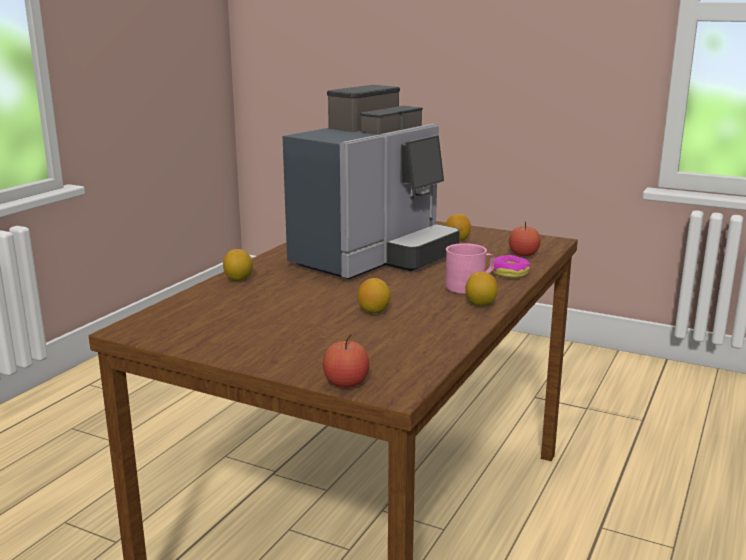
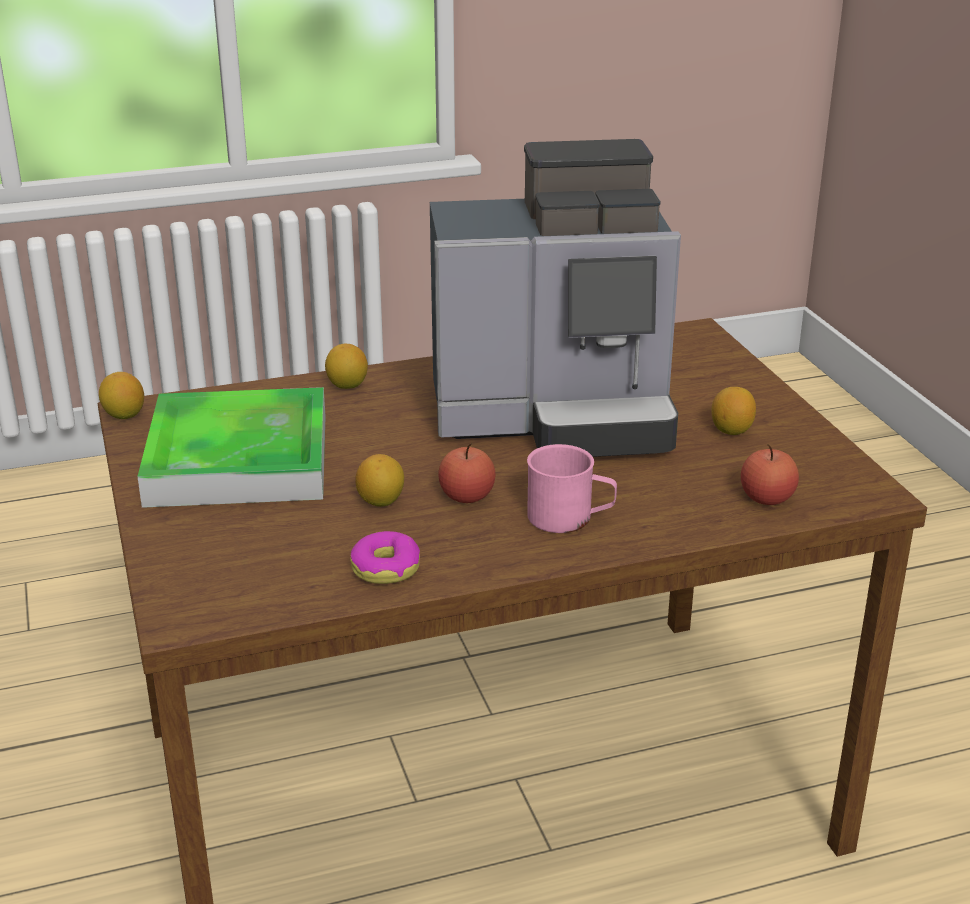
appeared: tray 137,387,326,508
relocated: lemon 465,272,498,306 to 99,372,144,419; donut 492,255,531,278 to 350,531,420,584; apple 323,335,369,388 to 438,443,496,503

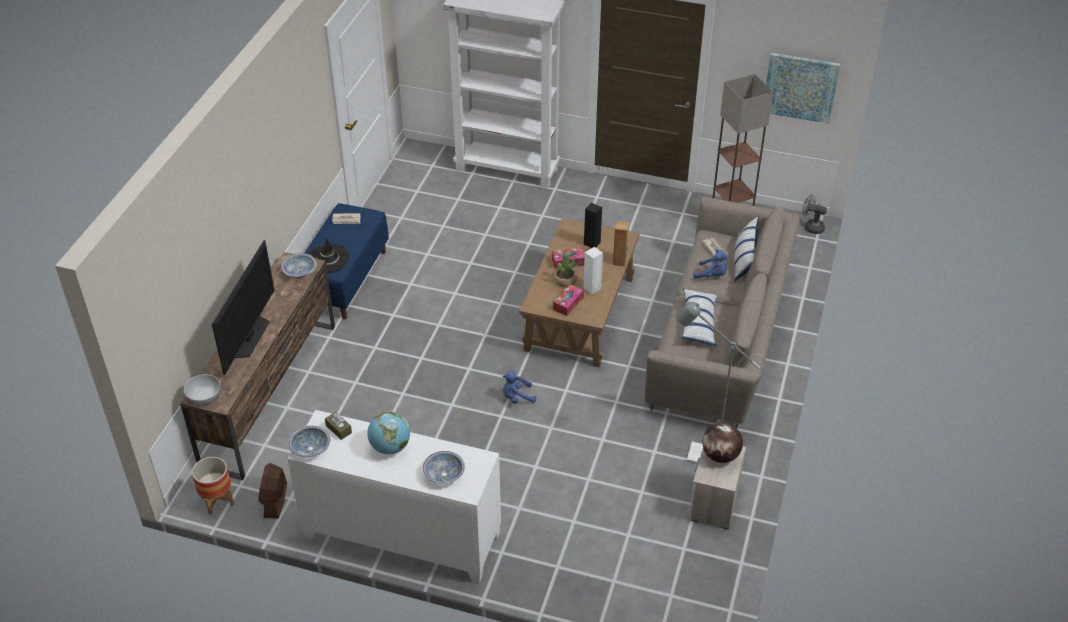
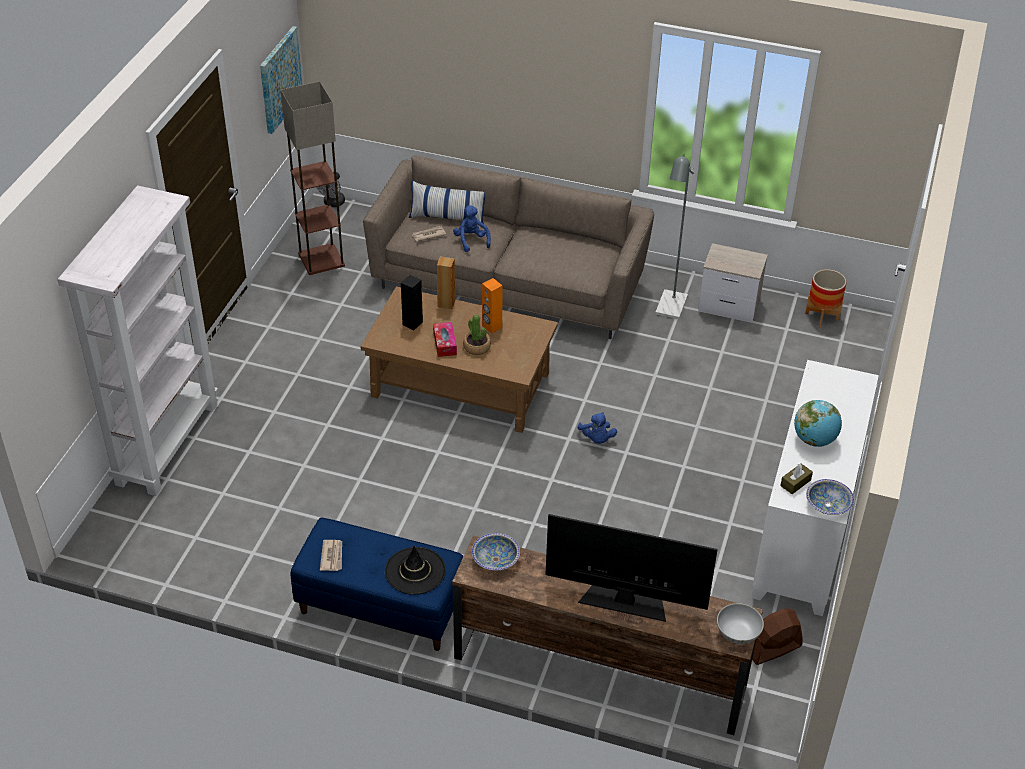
missing: bowl 422,451,465,484; tissue box 553,284,584,316; pillow 681,288,717,346; globe 703,422,743,463
relocated: planter 192,457,234,515 to 805,269,846,327
colour: white speaker 583,247,603,295 to orange speaker 482,278,502,334
spun: blue plush toy 693,249,728,279 = 453,205,491,252 45 degrees counterclockwise; brown fan 258,463,287,519 = 752,609,803,665 150 degrees clockwise

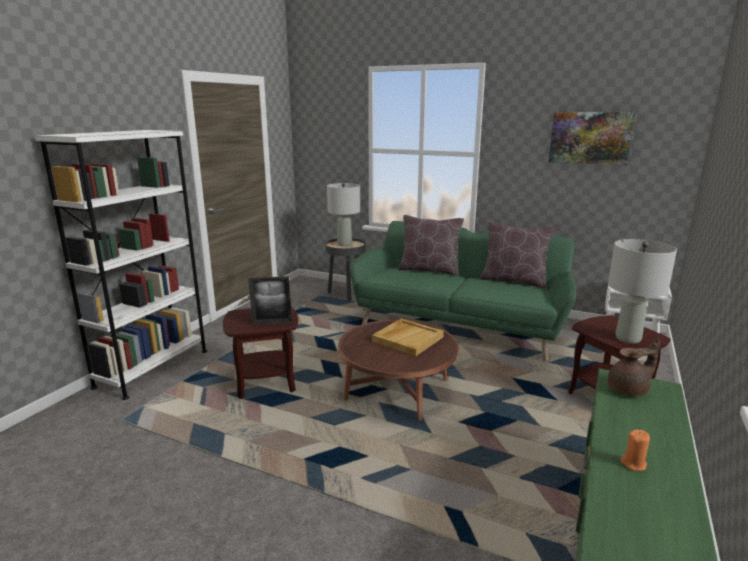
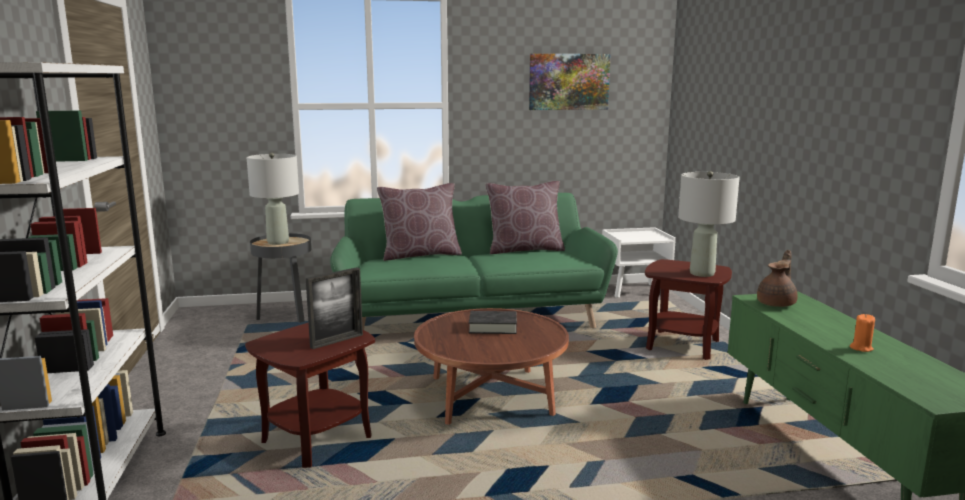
exchanged: beige tray 372,319,444,356 to black book 469,311,517,334

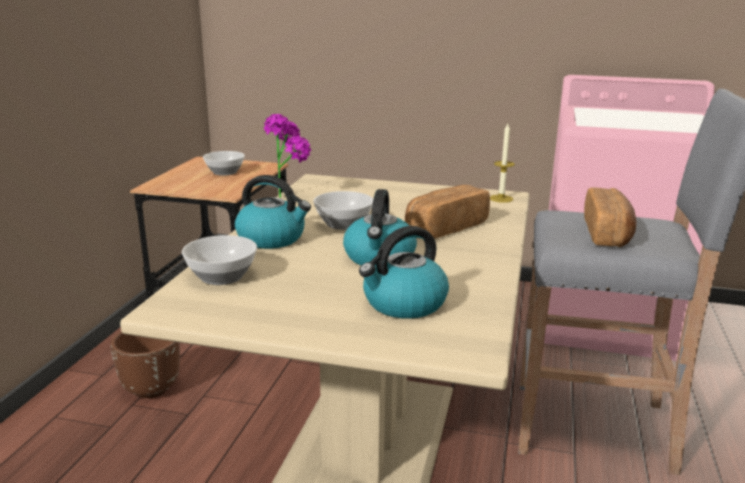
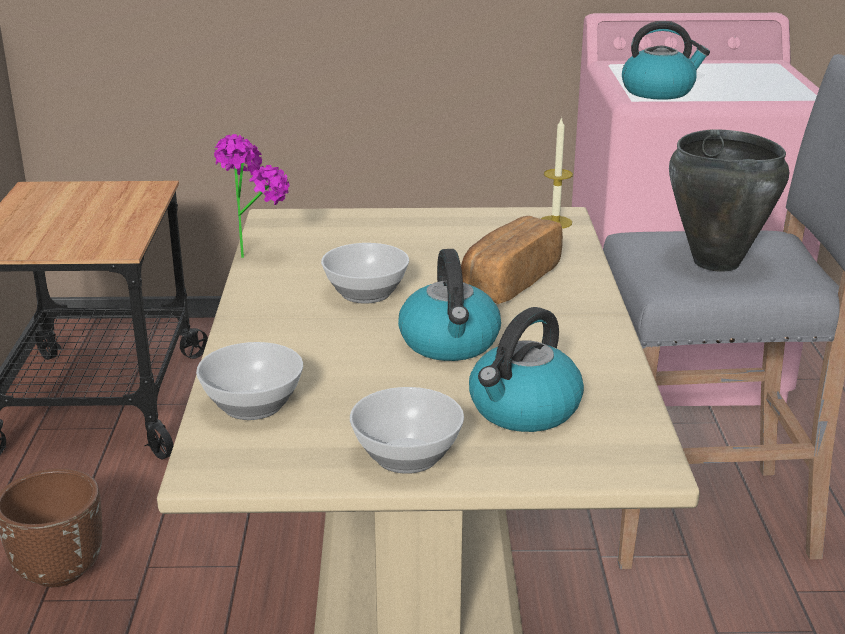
relocated: bowl 203,151,245,176 to 350,387,464,474; kettle 235,175,311,249 to 622,21,710,100
exchanged: bread 584,187,636,247 to black cooking pot 669,129,789,272

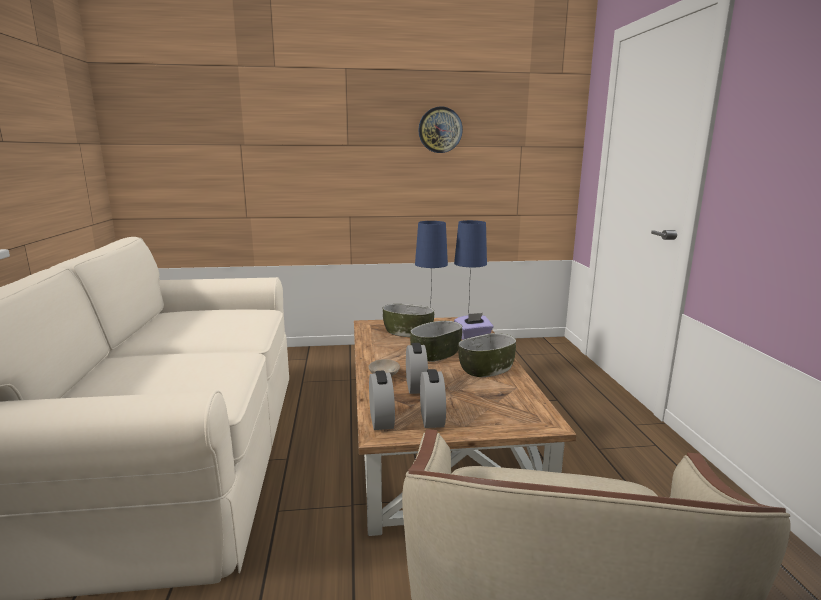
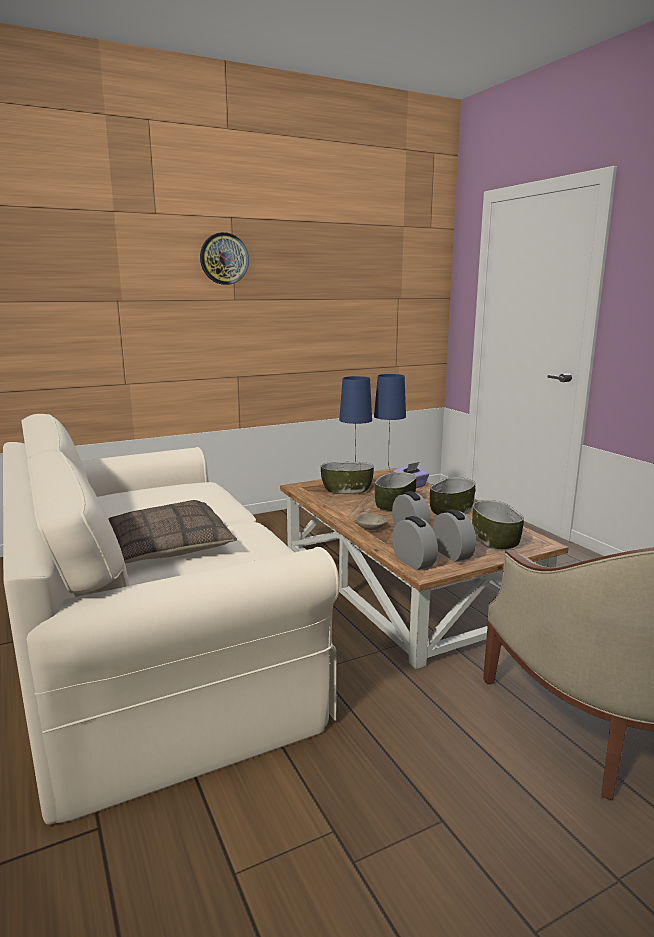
appeared: pillow 108,500,237,563; bowl 472,500,524,549
relocated: wall clock 418,107,463,153 to 200,232,249,285

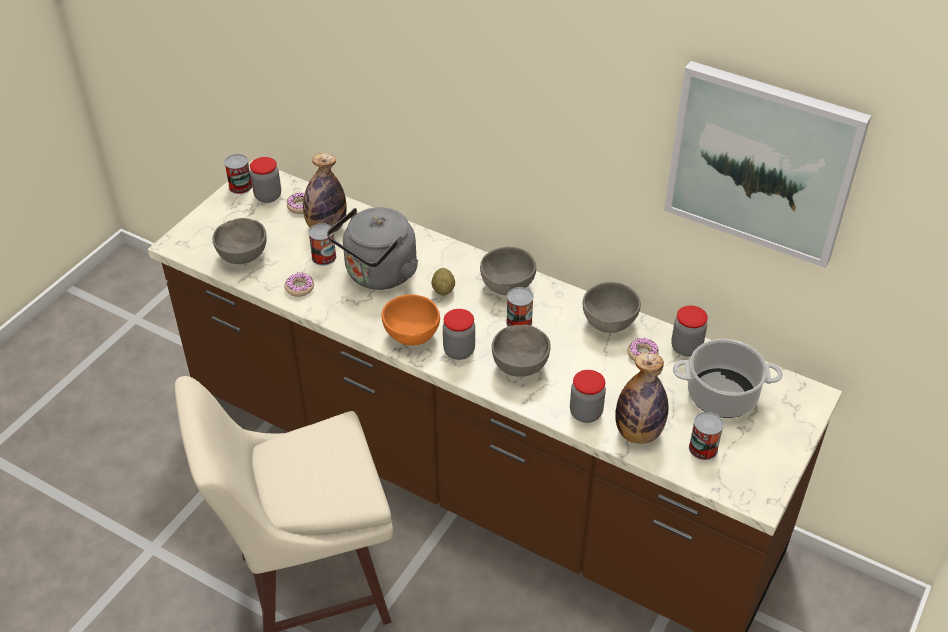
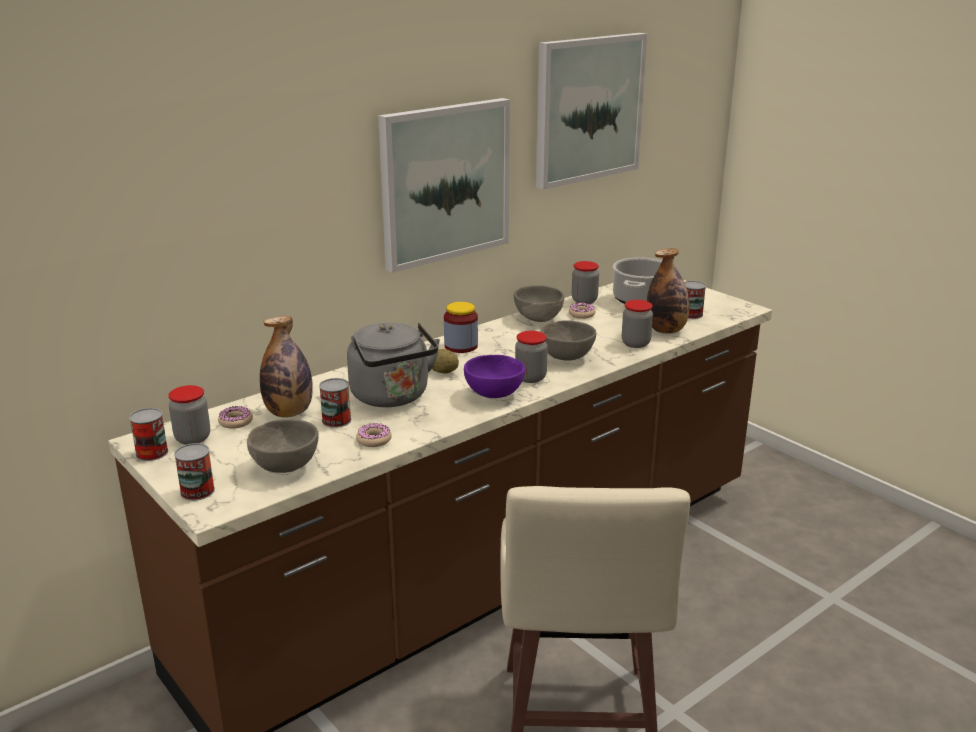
appeared: picture 378,98,510,273
relocated: can 506,287,534,327 to 174,443,215,501
exchanged: grey bowl 480,247,536,295 to jar 444,302,478,353
colour: orange bowl 382,294,440,345 to purple bowl 464,355,525,398

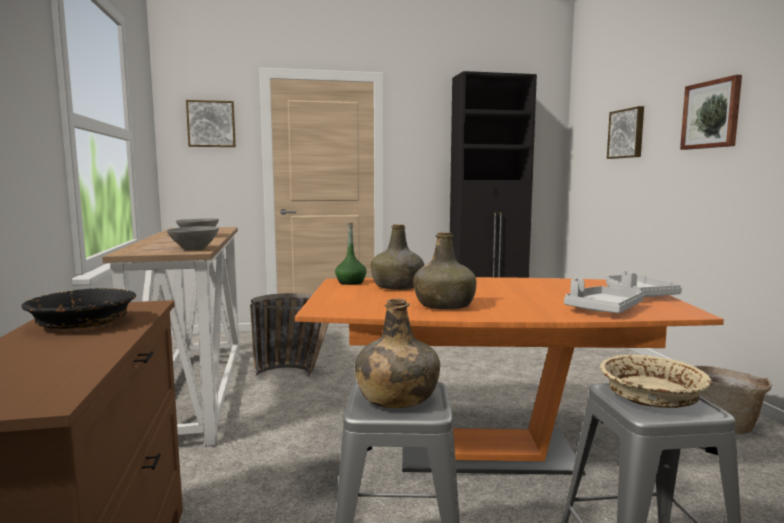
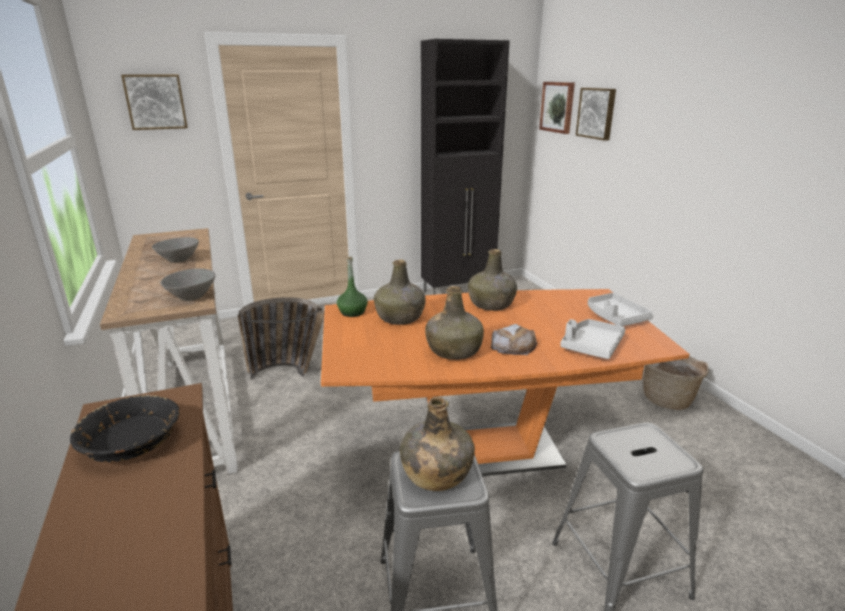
missing: beige bowl 600,354,712,408
appeared: green bottle 468,249,517,311; bread 491,324,538,355
relocated: picture 680,75,742,150 to 539,82,575,134

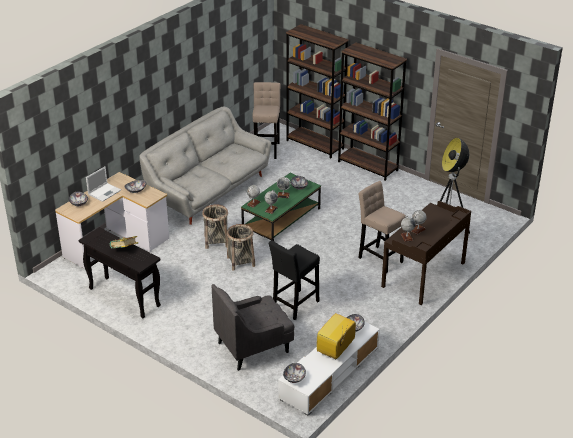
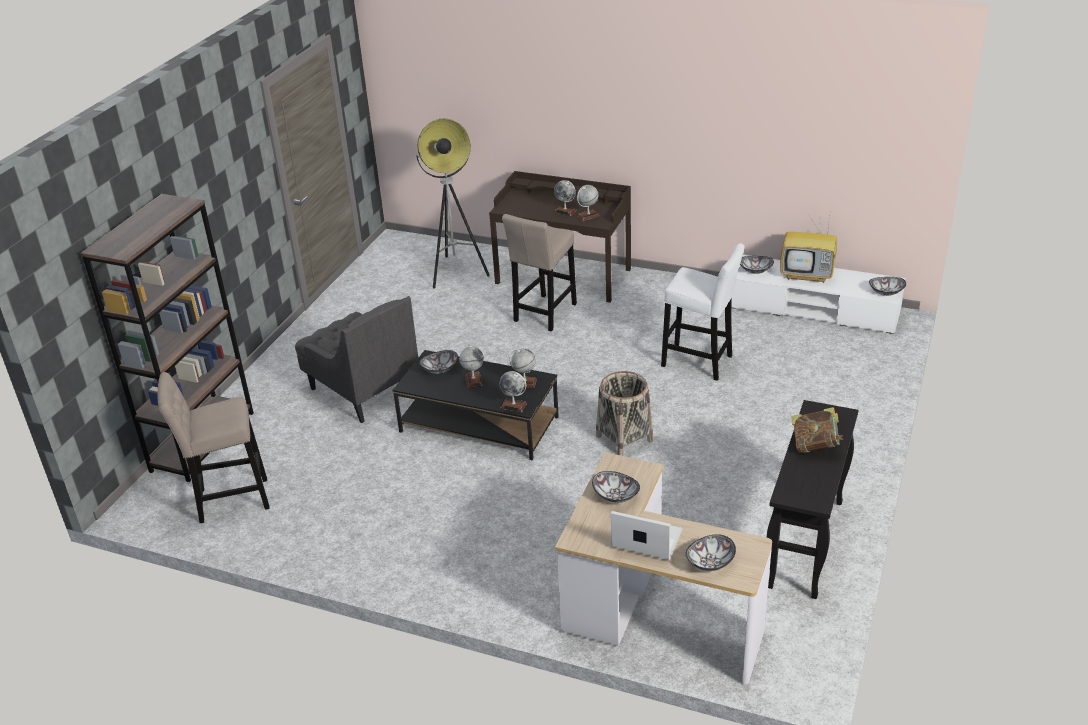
missing: grey sofa 139,107,271,225; basket 202,205,228,249; brown bookcase 338,42,407,181
relocated: grey armchair 212,284,294,371 to 295,296,418,423
colour: green coffee table 241,173,321,241 to black coffee table 392,350,559,461; black stool 269,240,320,320 to white stool 661,243,745,381

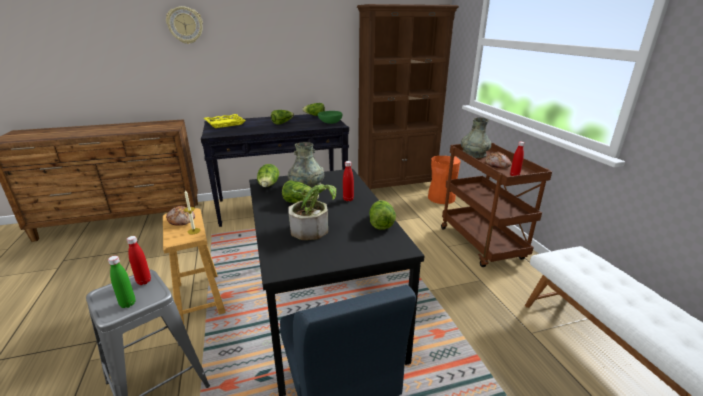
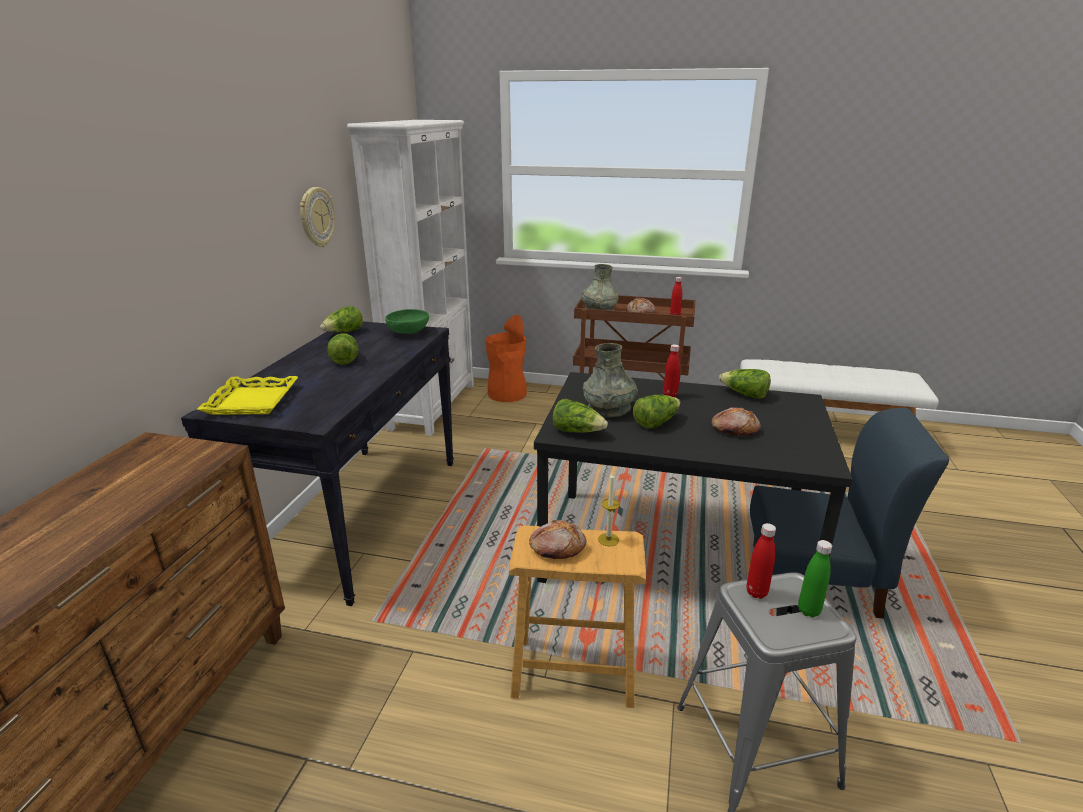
relocated: wall clock 166,6,203,44 to 300,187,336,247
exchanged: potted plant 289,184,336,240 to bread 711,407,761,436
colour: brown bookcase 357,4,459,190 to white bookcase 347,120,474,436

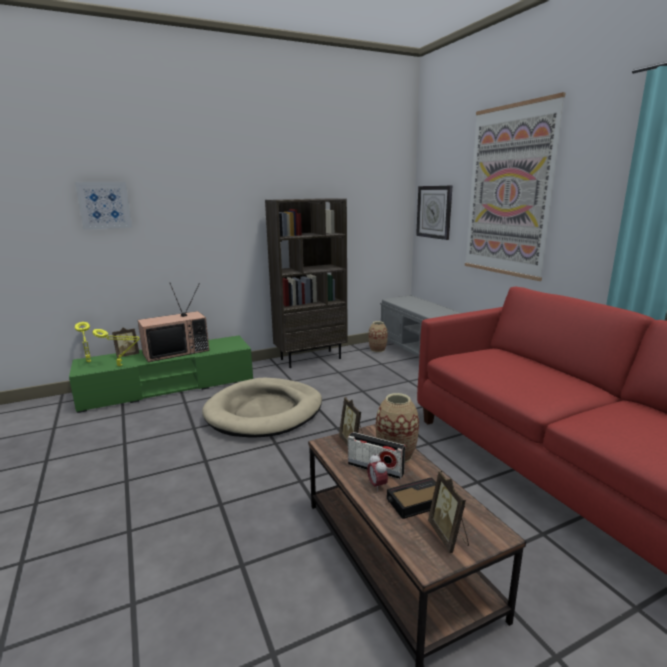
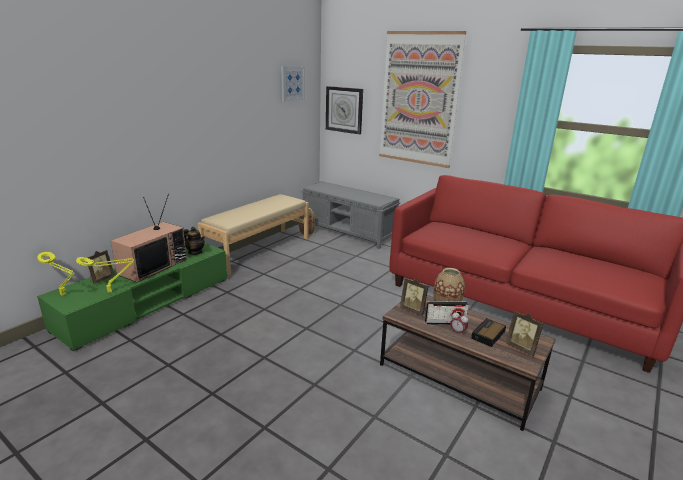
missing: beige dog bed 202,378,322,438
appeared: teapot 184,227,205,255
relocated: picture 75,182,132,230 to 281,66,305,101
exchanged: brown bookcase 265,198,348,368 to beige bench 198,194,308,275

